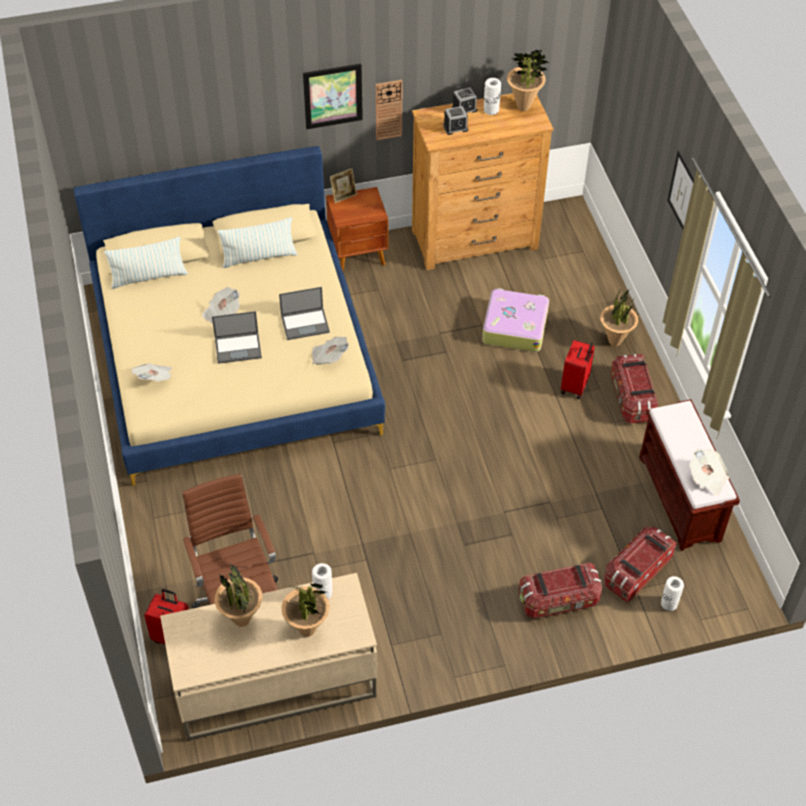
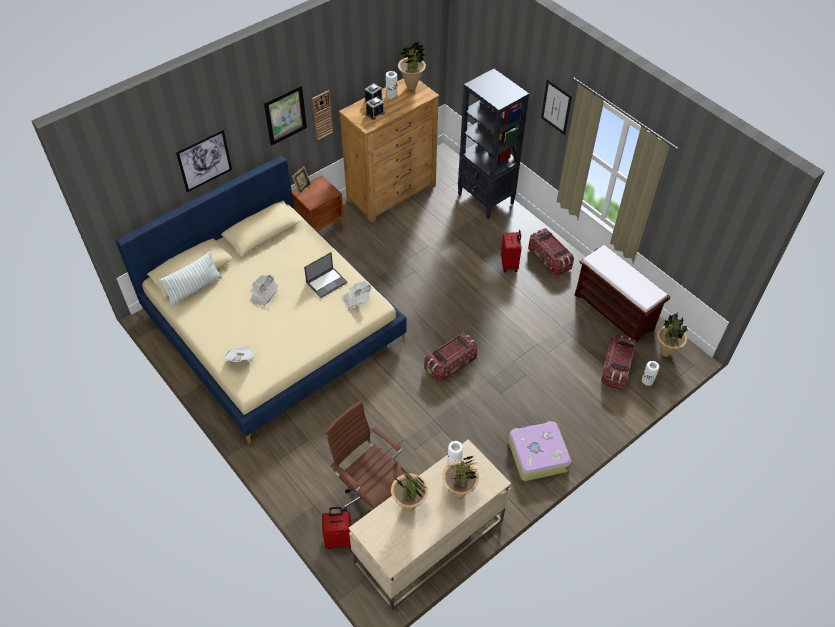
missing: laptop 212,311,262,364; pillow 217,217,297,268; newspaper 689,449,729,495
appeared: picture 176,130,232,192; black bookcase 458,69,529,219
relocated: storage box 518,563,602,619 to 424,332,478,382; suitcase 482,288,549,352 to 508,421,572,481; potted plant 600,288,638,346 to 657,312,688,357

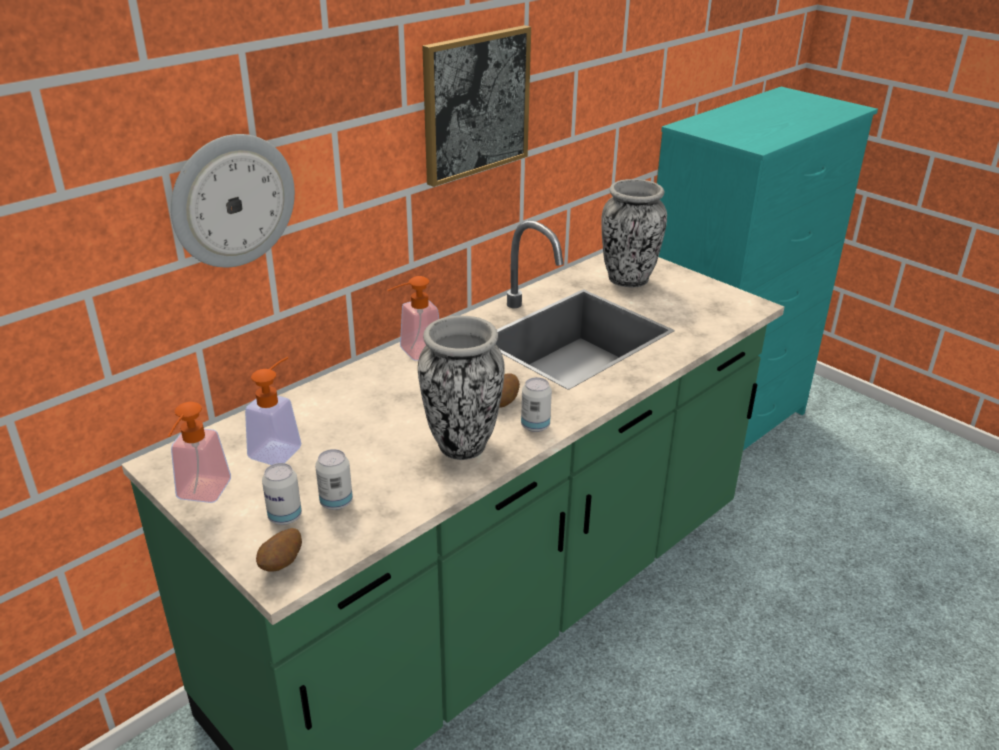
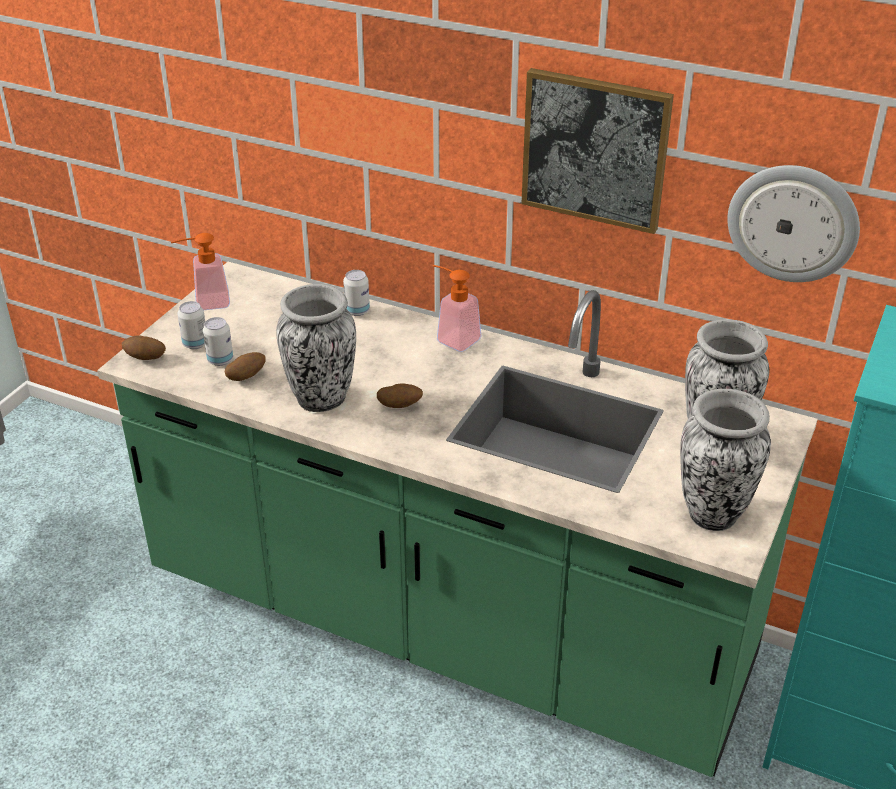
missing: soap dispenser 245,357,302,465
appeared: potato 225,352,266,381; vase 680,389,771,531
relocated: can 521,377,552,432 to 343,270,370,316; wall clock 171,134,295,267 to 727,165,860,282

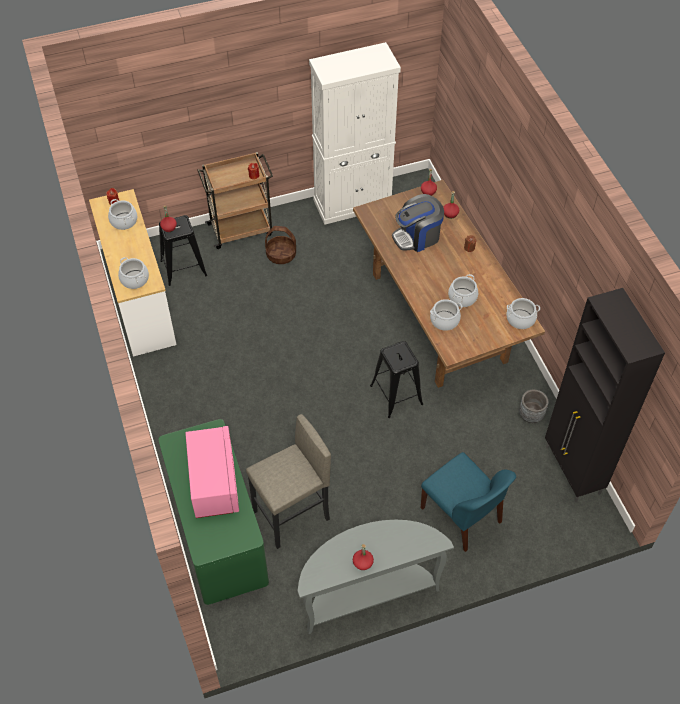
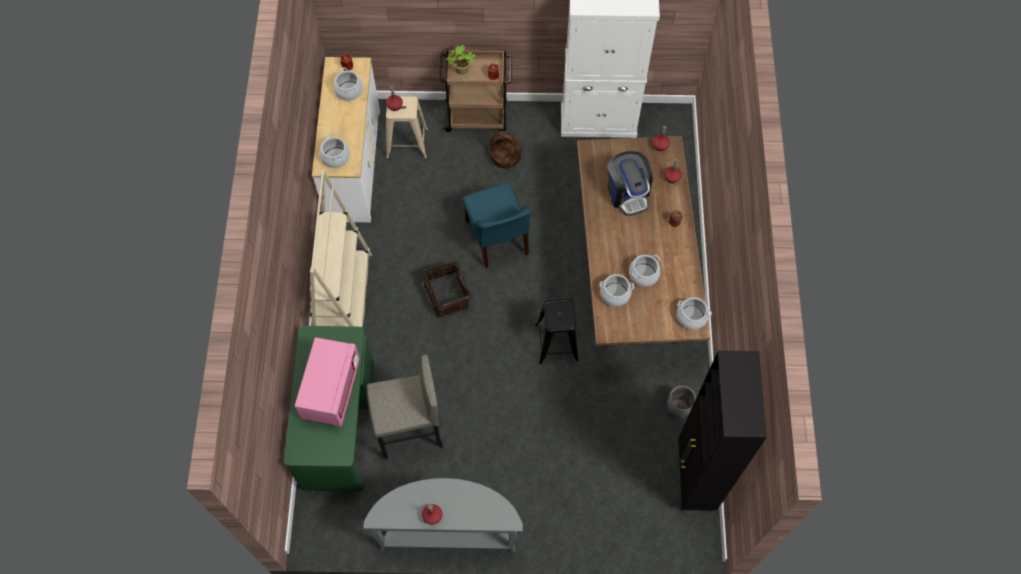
appeared: beige bookcase 310,170,372,328; basket 424,261,471,318; potted plant 446,45,475,75
relocated: blue chair 421,452,516,552 to 462,183,532,268
colour: black stool 159,215,207,286 to beige stool 386,96,428,158
spun: coffee machine 392,194,444,252 = 607,151,653,216 105 degrees counterclockwise

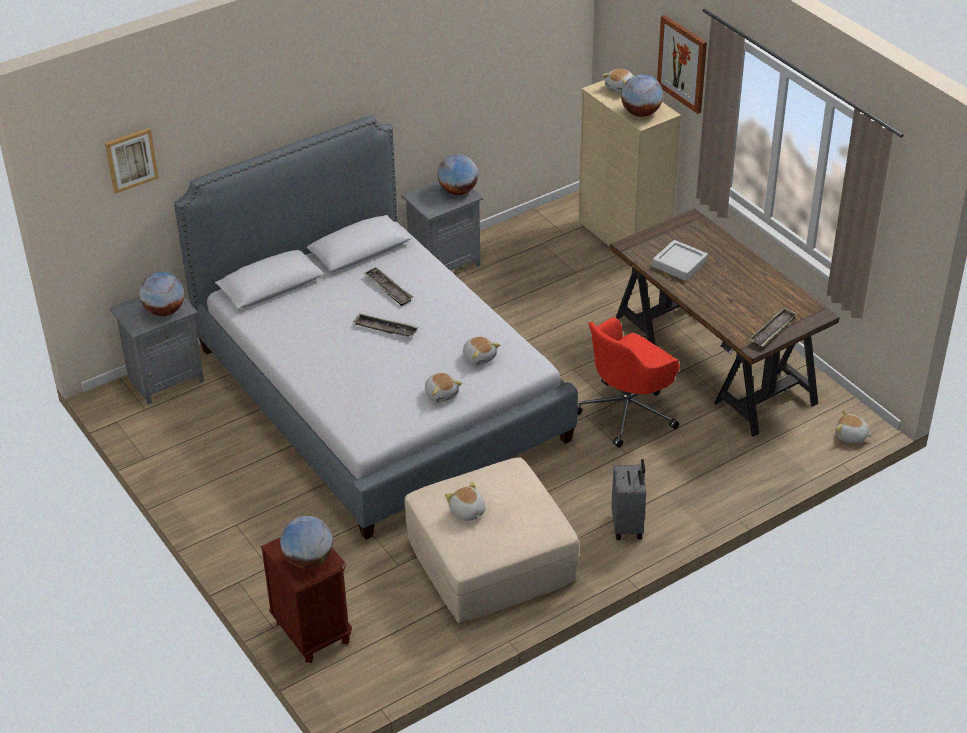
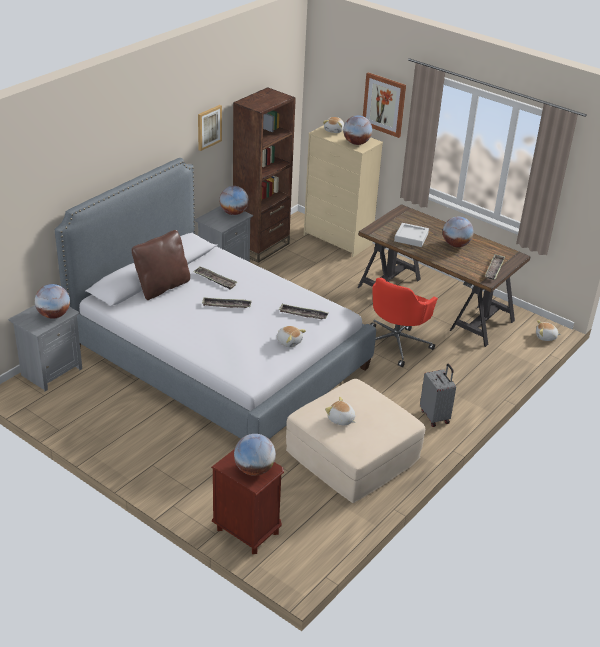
appeared: brown pillow 132,230,190,300; brown bookcase 233,87,296,263; globe 443,216,474,247
relocated: picture 105,128,159,194 to 198,105,222,151
exchanged: plush toy 463,336,500,365 to tray 279,304,328,319

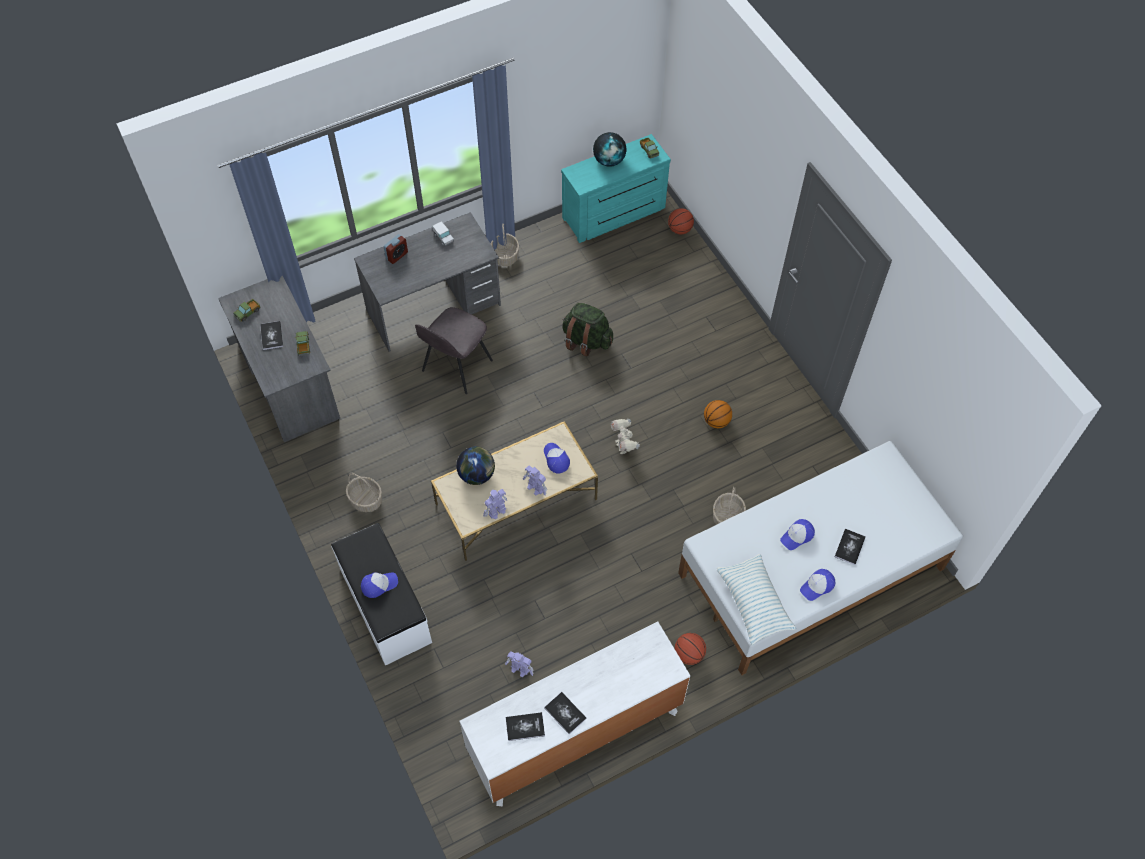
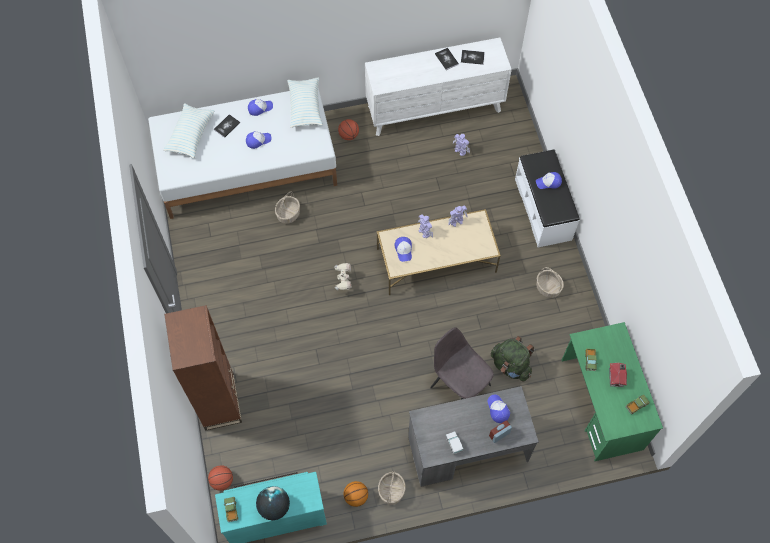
missing: globe 456,447,495,485
appeared: pillow 163,103,215,159; brown bookcase 164,305,242,431; cap 488,394,510,423
relocated: basketball 704,400,732,428 to 343,481,368,507; green backpack 563,303,613,357 to 491,336,535,381
exchanged: book 260,321,283,350 to toy house 609,363,627,387
colour: grey desk 218,276,340,442 to green desk 562,322,663,461
spun: grey chair 415,307,493,394 = 430,327,494,400 90 degrees counterclockwise

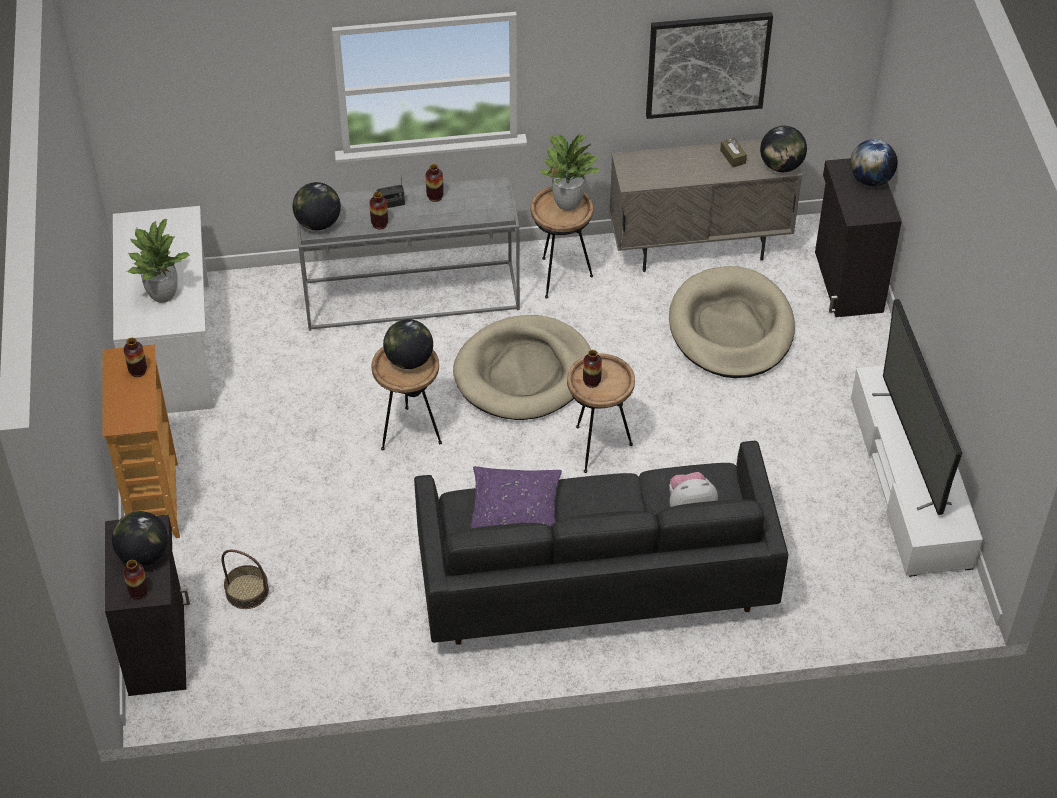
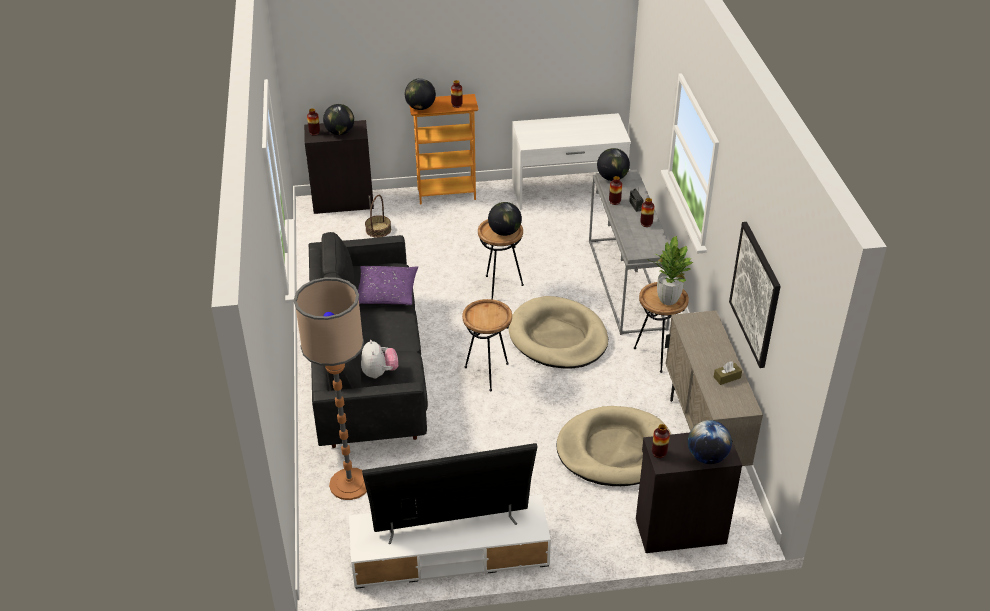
missing: potted plant 127,219,190,303
appeared: floor lamp 294,277,367,500
relocated: globe 760,126,807,172 to 405,78,436,110; vase 583,350,602,388 to 652,424,670,458

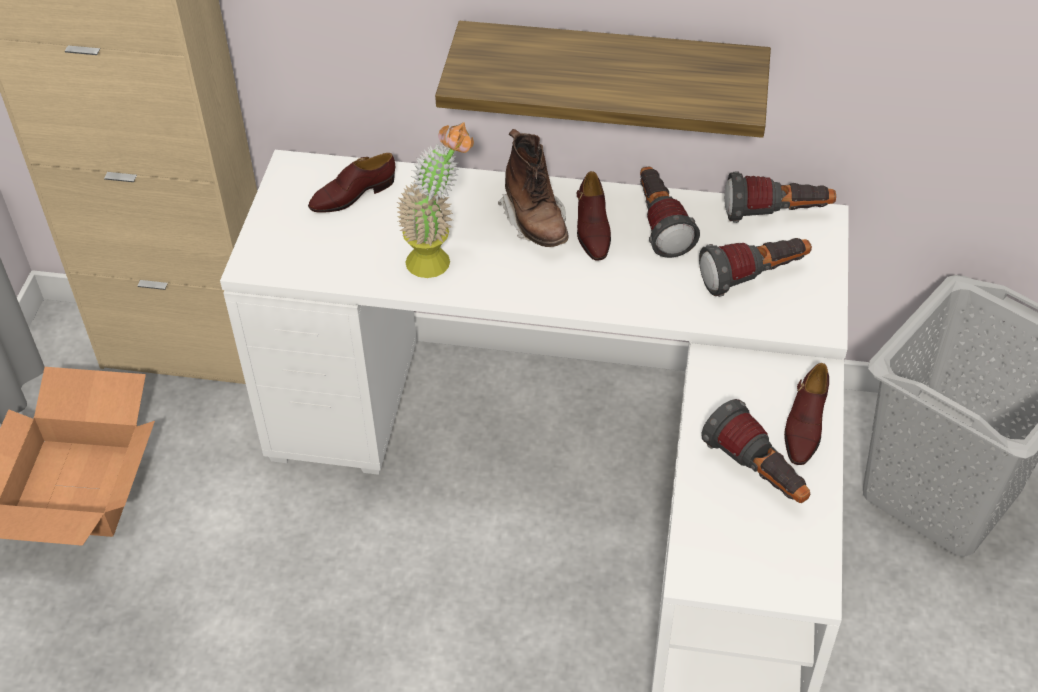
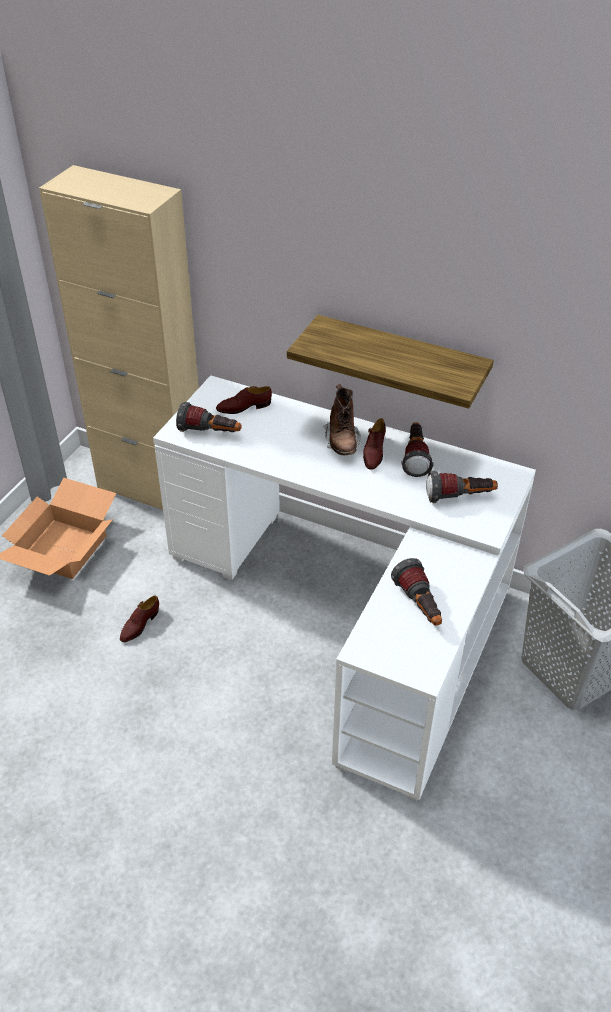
missing: potted plant 397,122,474,278
relocated: brown shoe 784,363,829,465 to 120,595,159,642; flashlight 724,171,836,223 to 176,402,242,432

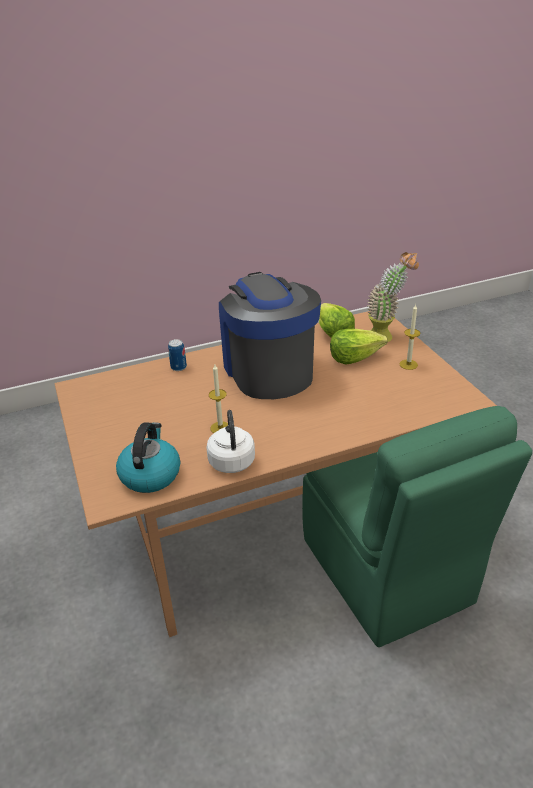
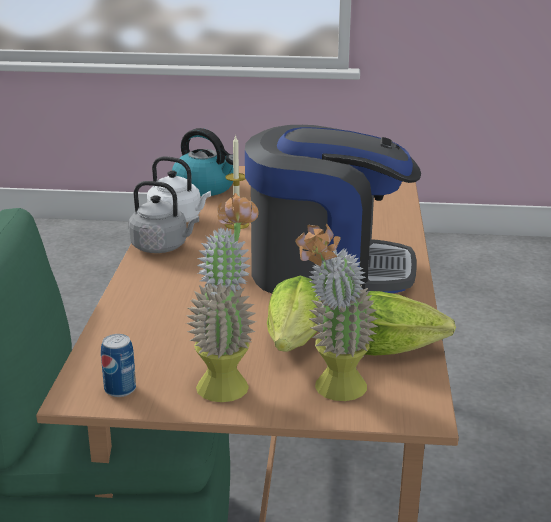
appeared: grey kettle 128,181,199,253
relocated: can 168,339,187,371 to 101,334,136,397
exchanged: candle 400,304,421,370 to potted plant 186,193,259,402

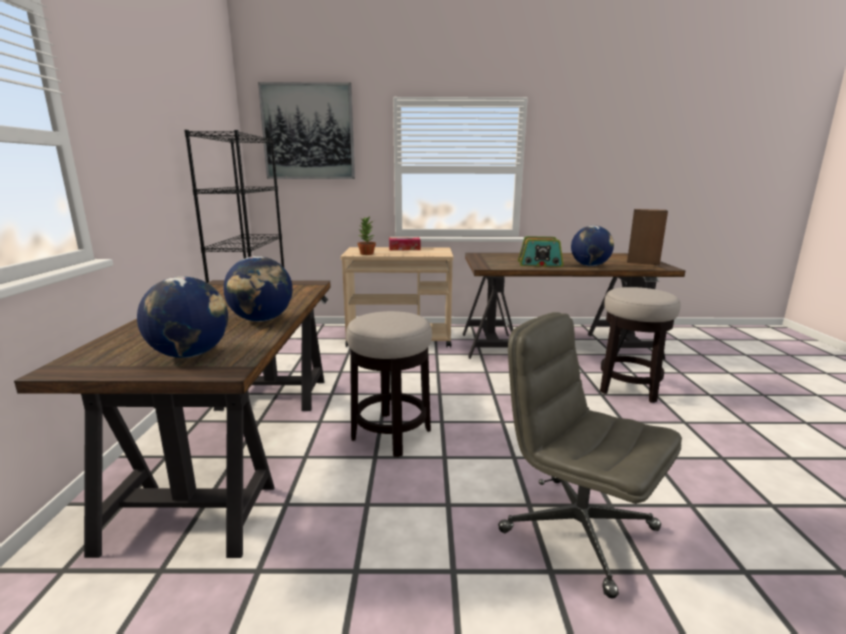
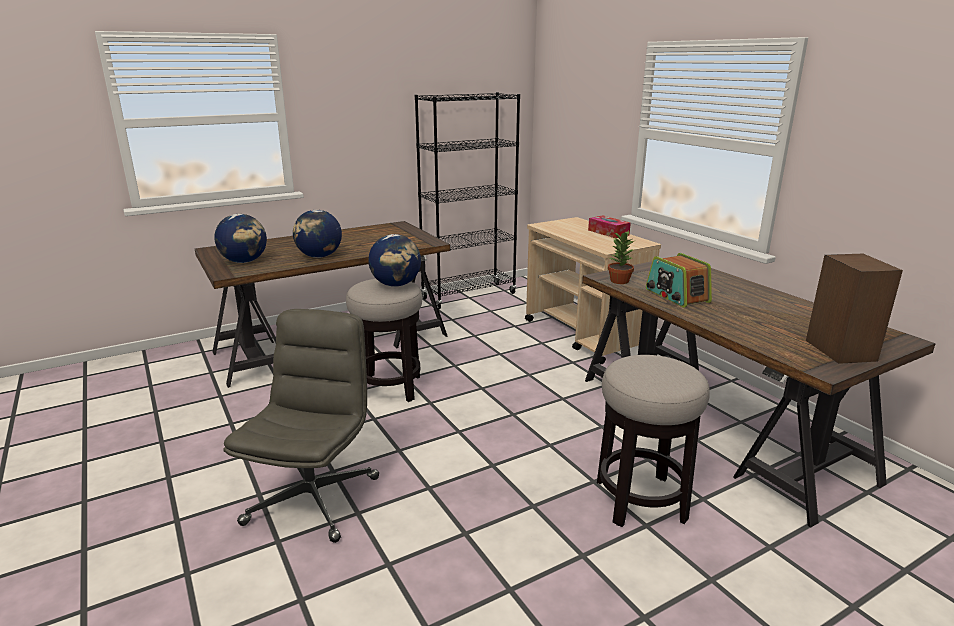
missing: picture 258,82,355,179
relocated: globe 571,225,614,266 to 368,234,421,287; potted plant 357,217,376,255 to 608,231,635,284

